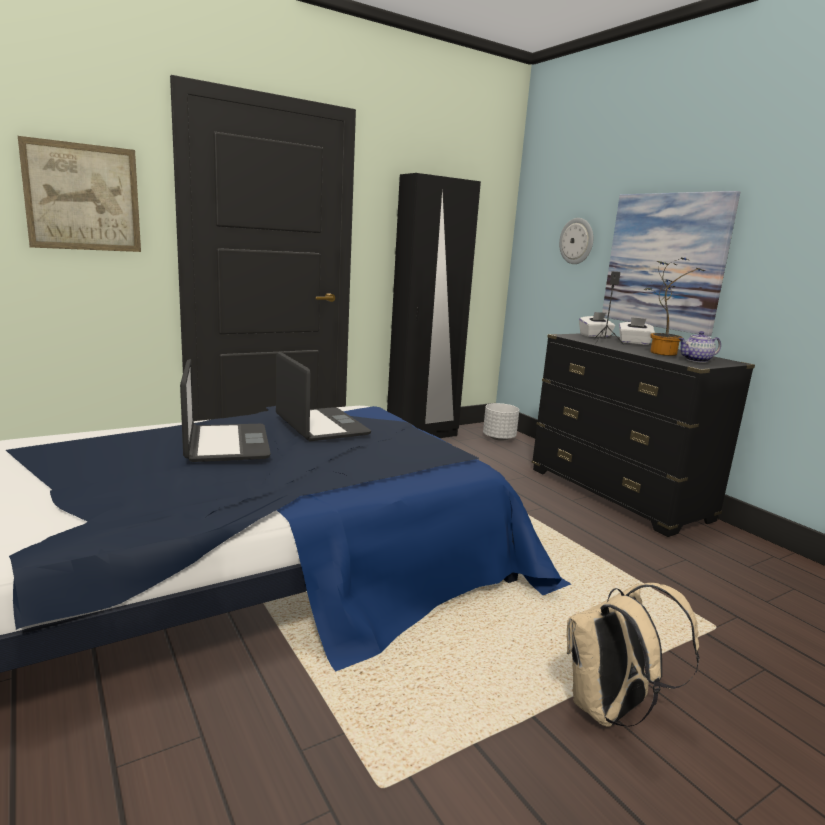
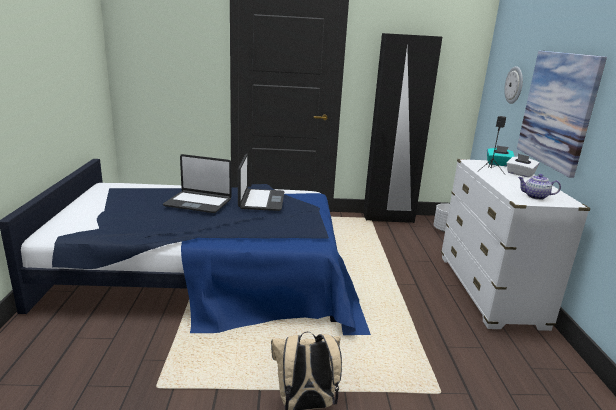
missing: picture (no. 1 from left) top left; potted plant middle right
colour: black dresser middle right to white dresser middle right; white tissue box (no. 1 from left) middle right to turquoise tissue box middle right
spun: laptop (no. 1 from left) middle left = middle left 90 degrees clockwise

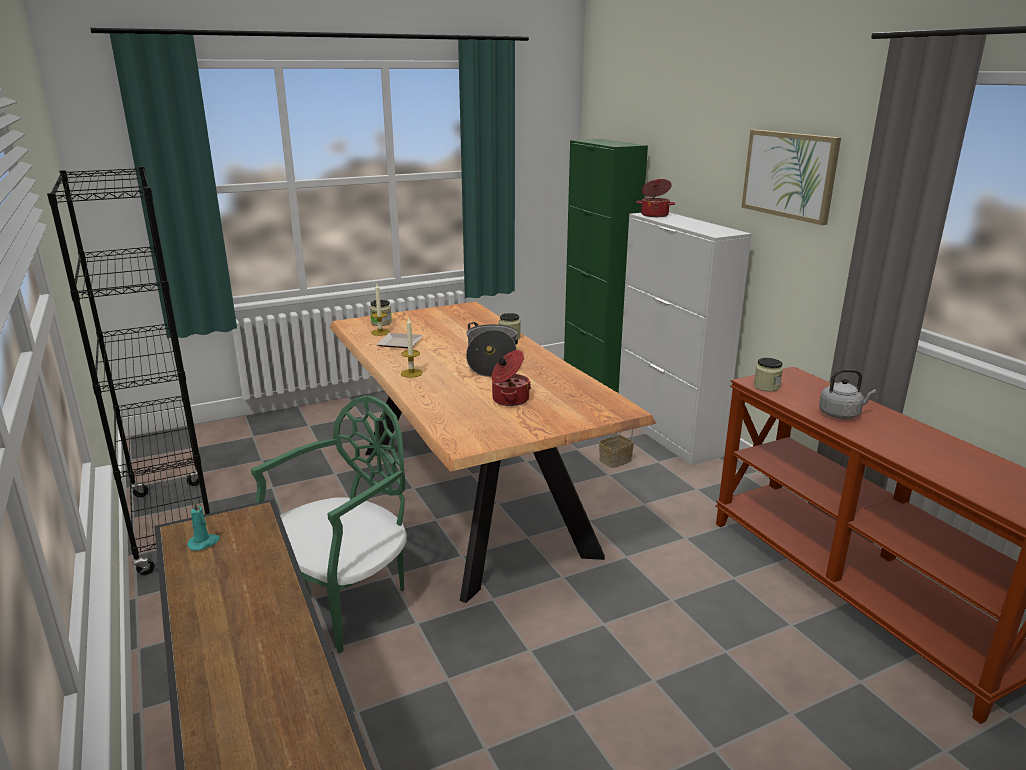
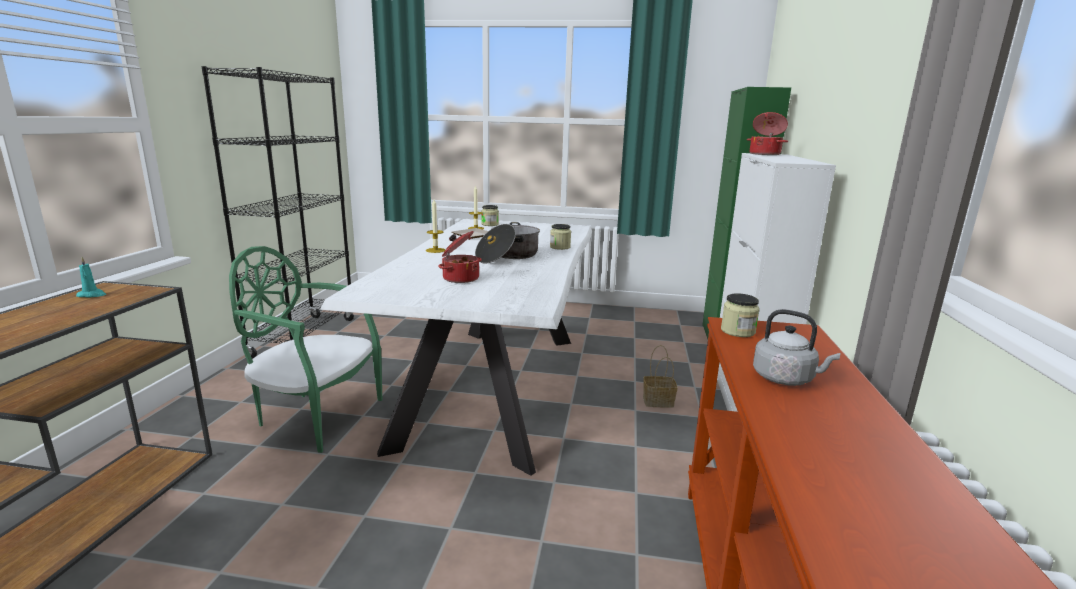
missing: picture top right
colour: brown dining table centre to white dining table centre
spun: green chair bottom left = middle left 150 degrees counterclockwise

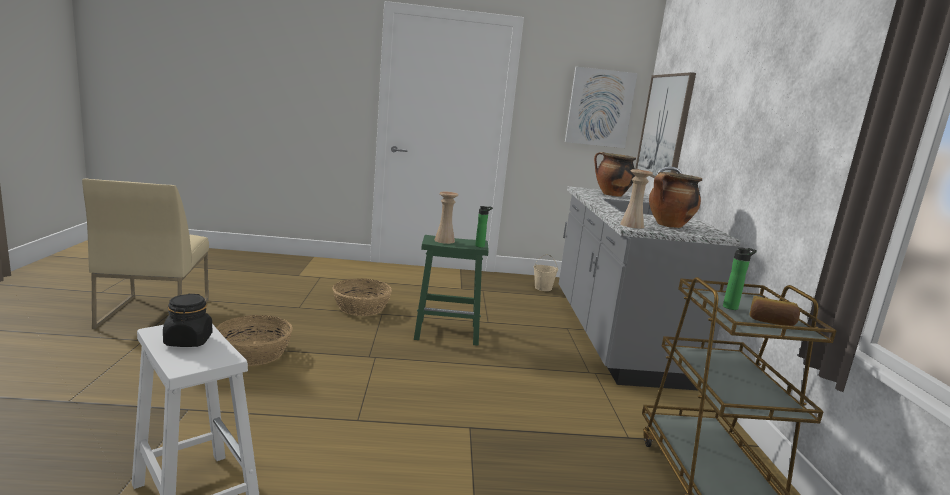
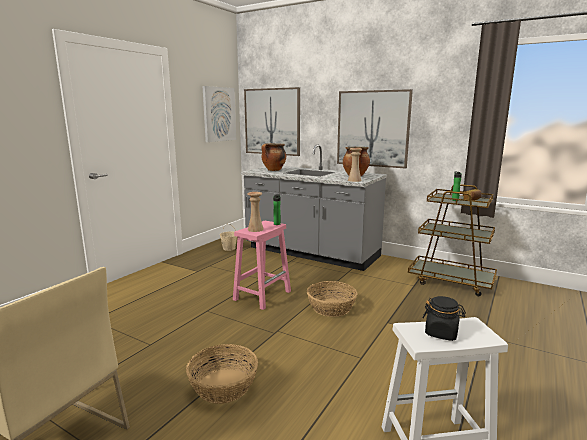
appeared: picture (no. 3 from left) top centre
relocated: basket (no. 2 from left) centre to bottom centre
colour: green stool centre to pink stool centre

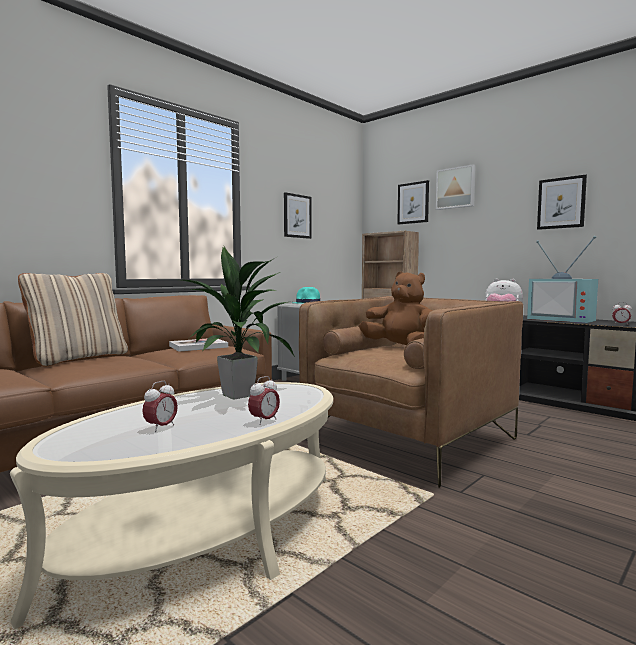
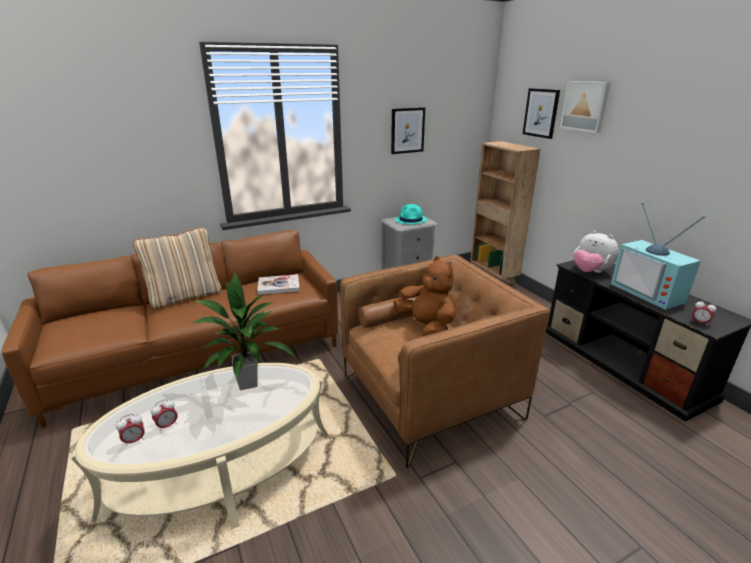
missing: picture (no. 4 from left) top right
relocated: alarm clock (no. 2 from left in the first image) centre to alarm clock (no. 1 from left) bottom left

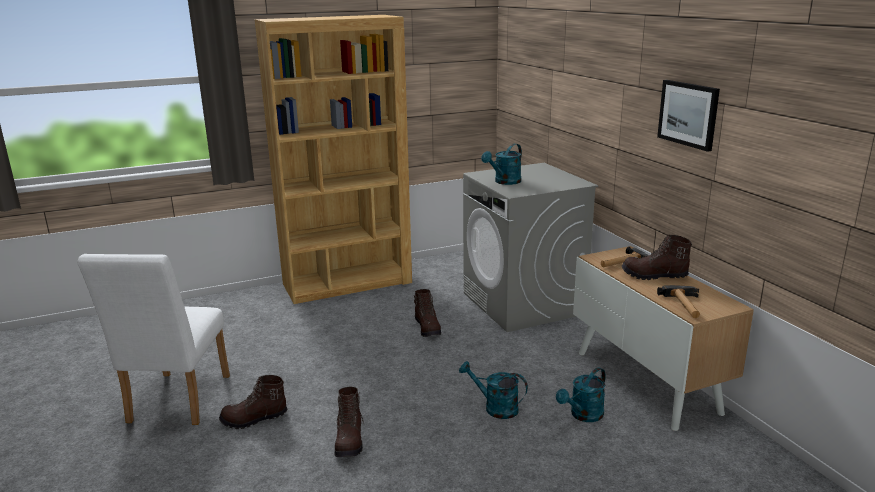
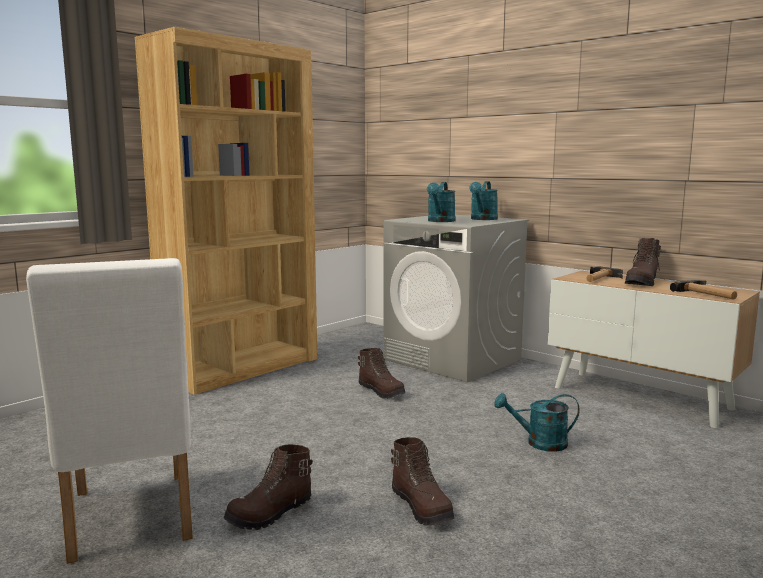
missing: picture top right
relocated: turquoise watering can (no. 3 from left in the first image) bottom centre to turquoise watering can (no. 2 from left) centre
spun: brown boot (no. 4 from left) middle right = middle right 45 degrees counterclockwise

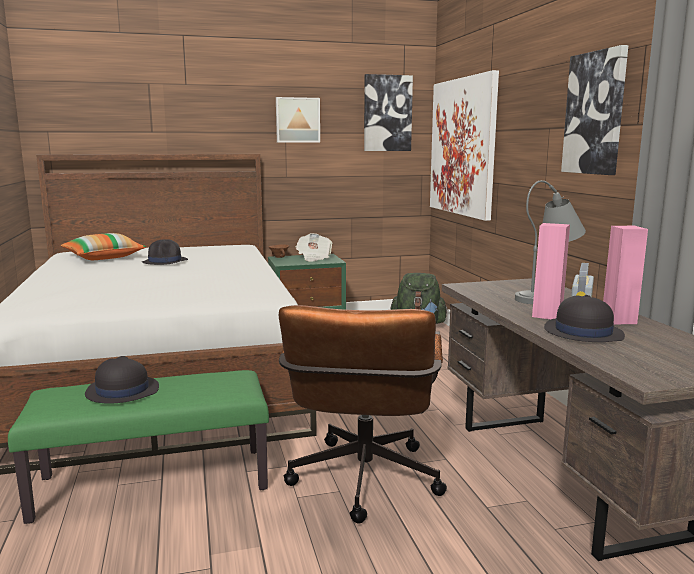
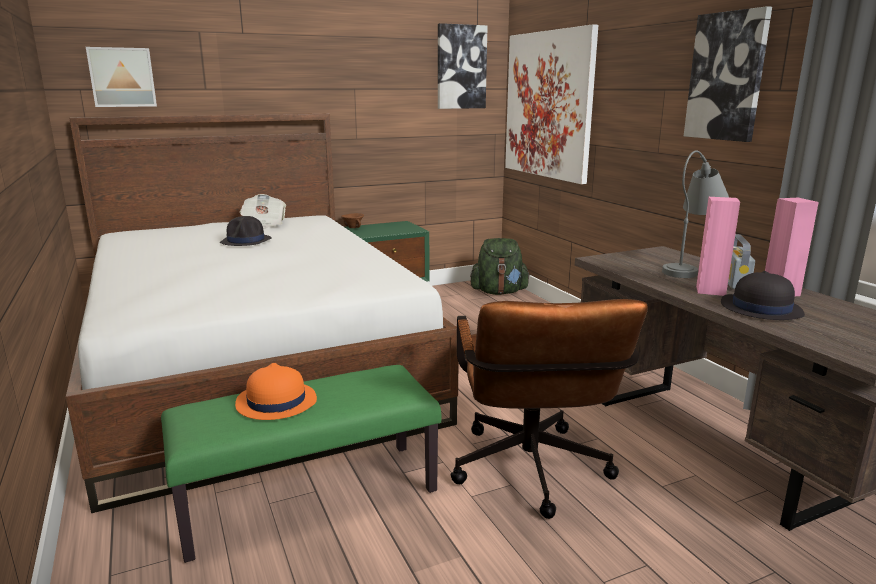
missing: pillow middle left
relocated: picture (no. 1 from left) top centre to top left; newspaper centre to middle left
colour: black hat (no. 1 from left) middle left to orange hat bottom left

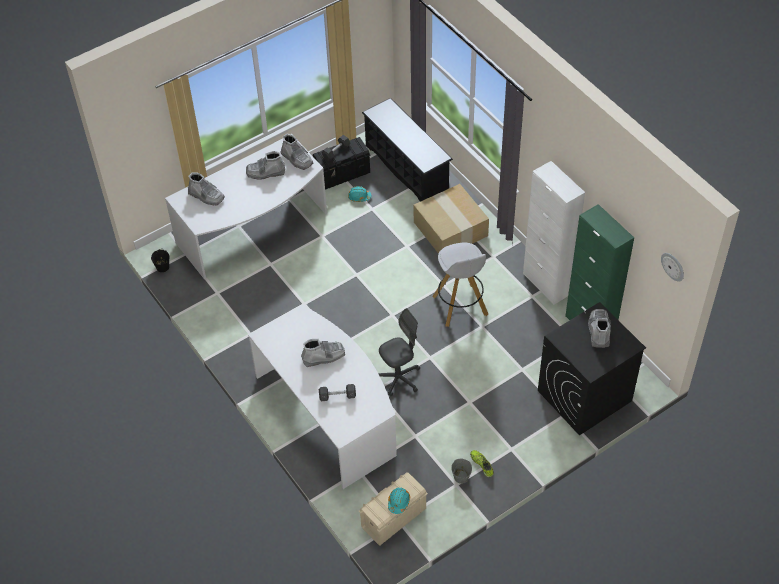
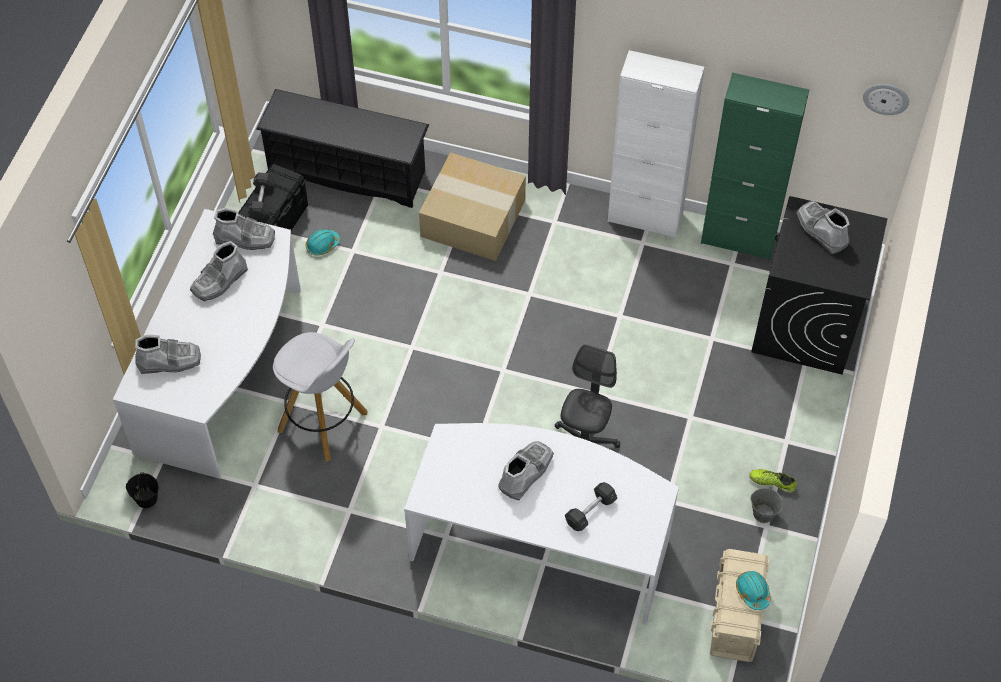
relocated: white stool centre to middle left

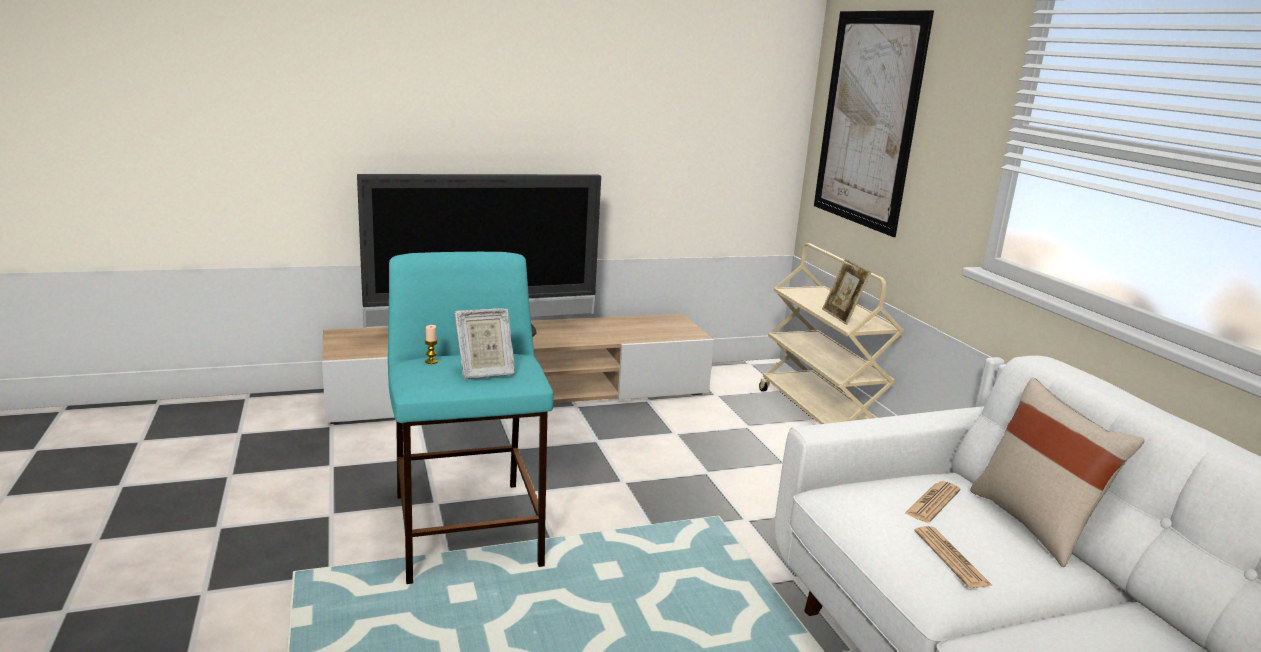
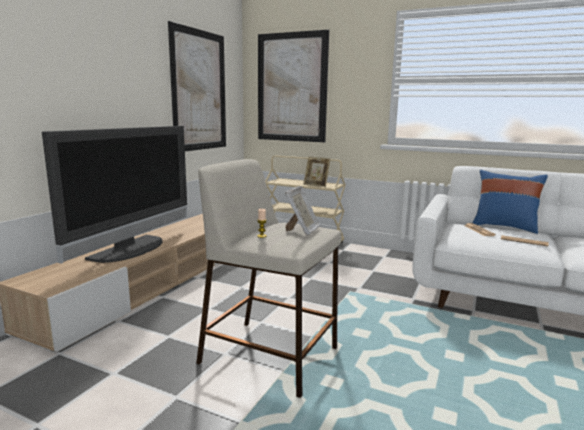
appeared: picture (no. 1 from left) top centre
colour: turquoise stool centre to beige stool centre; beige pillow bottom right to blue pillow middle right

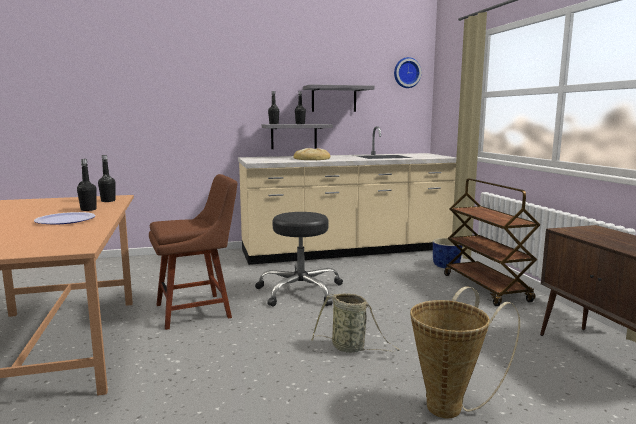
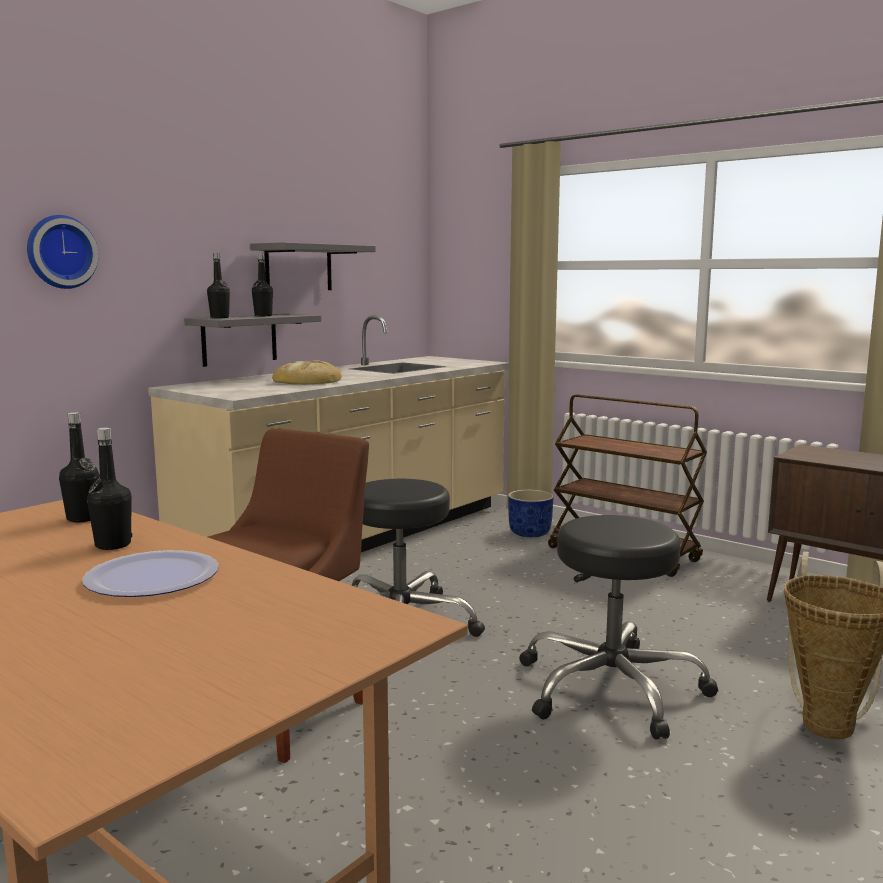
relocated: wall clock top centre to top left
exchanged: basket (no. 1 from left) bottom centre to black stool (no. 2 from left) bottom right

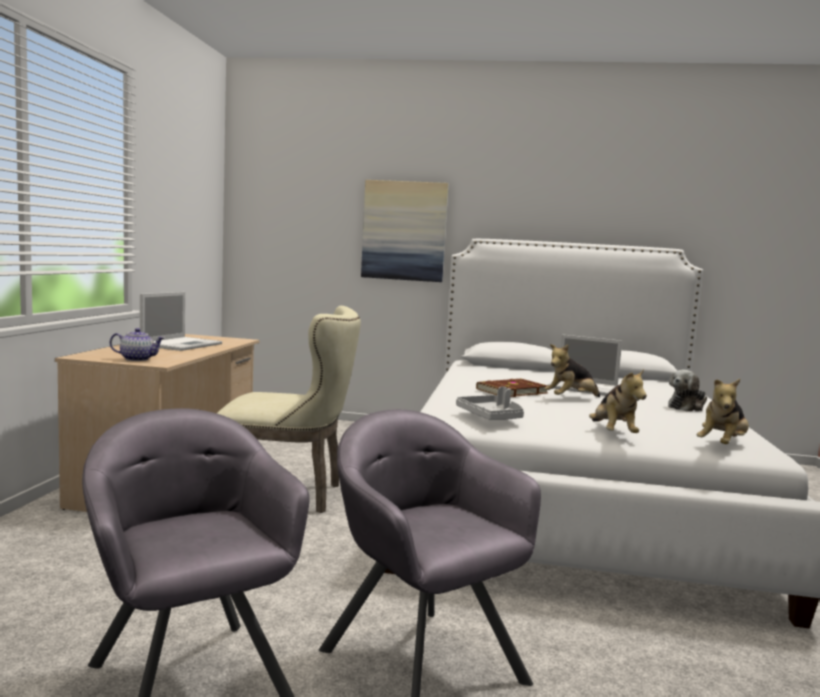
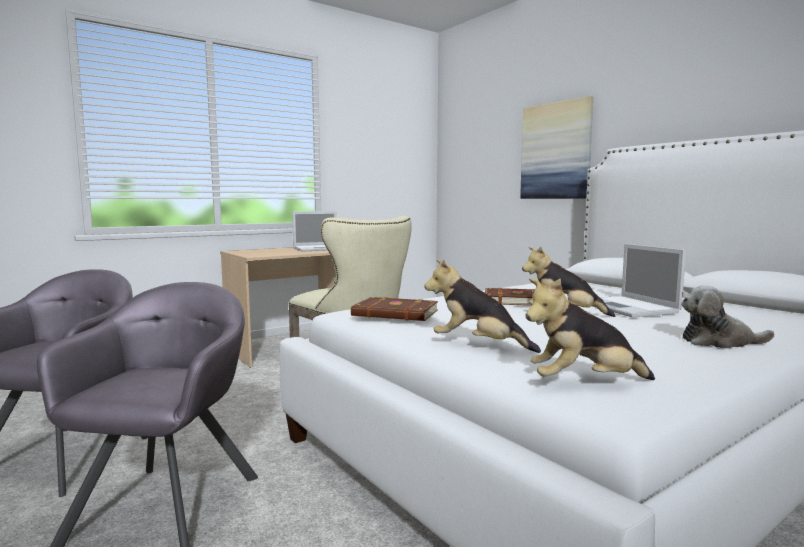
missing: teapot middle left
exchanged: grey tray centre to brown book (no. 1 from left) centre
spun: plush toy (no. 2 from left in the first image) middle right = centre 75 degrees clockwise

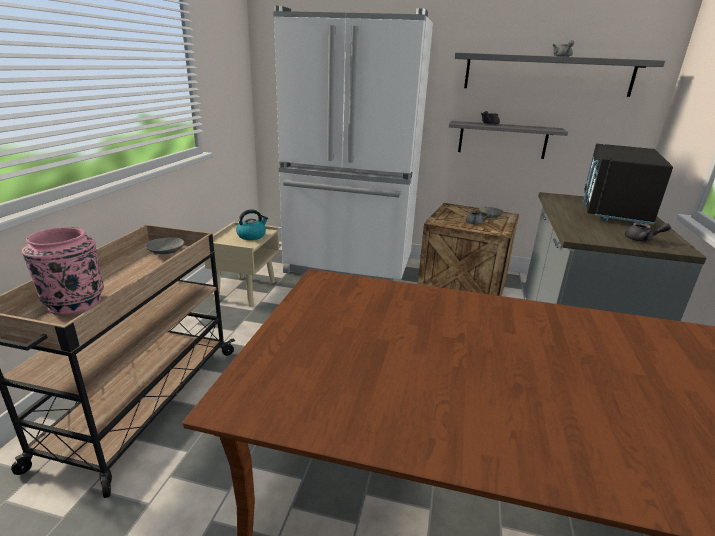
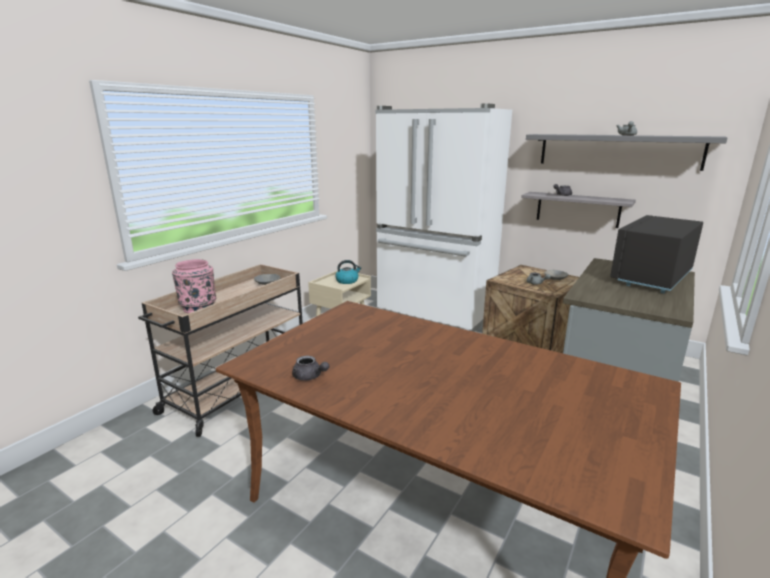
relocated: grey teapot (no. 4 from left in the first image) middle right to grey teapot (no. 1 from left) centre

